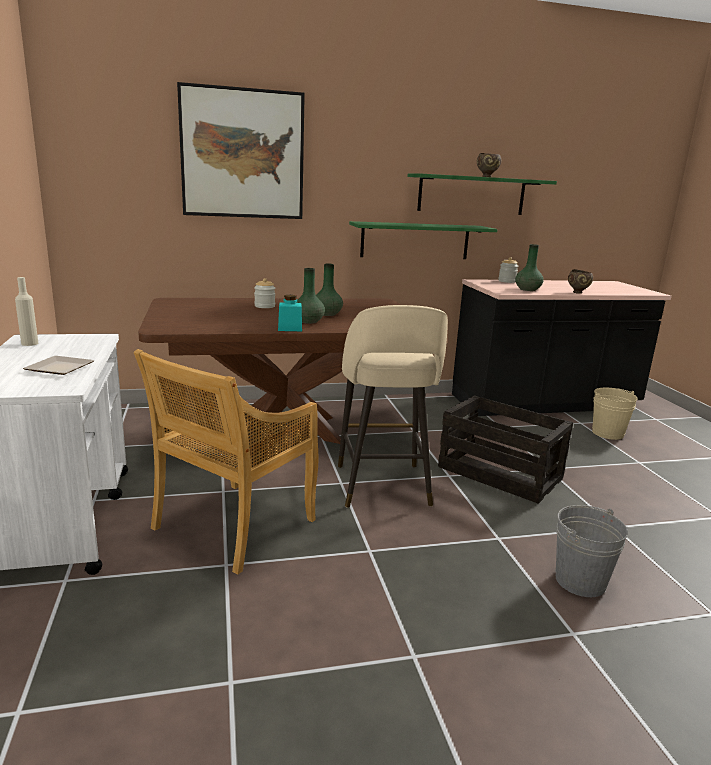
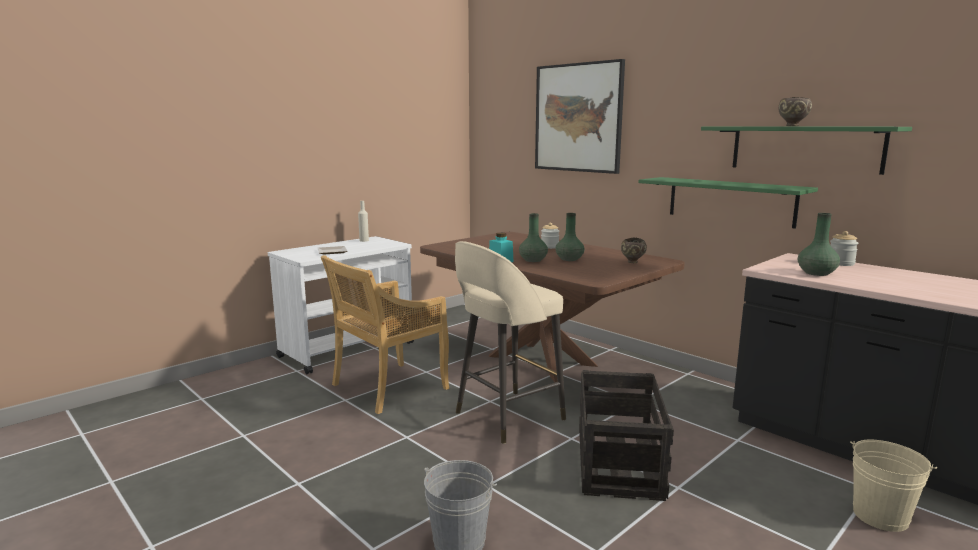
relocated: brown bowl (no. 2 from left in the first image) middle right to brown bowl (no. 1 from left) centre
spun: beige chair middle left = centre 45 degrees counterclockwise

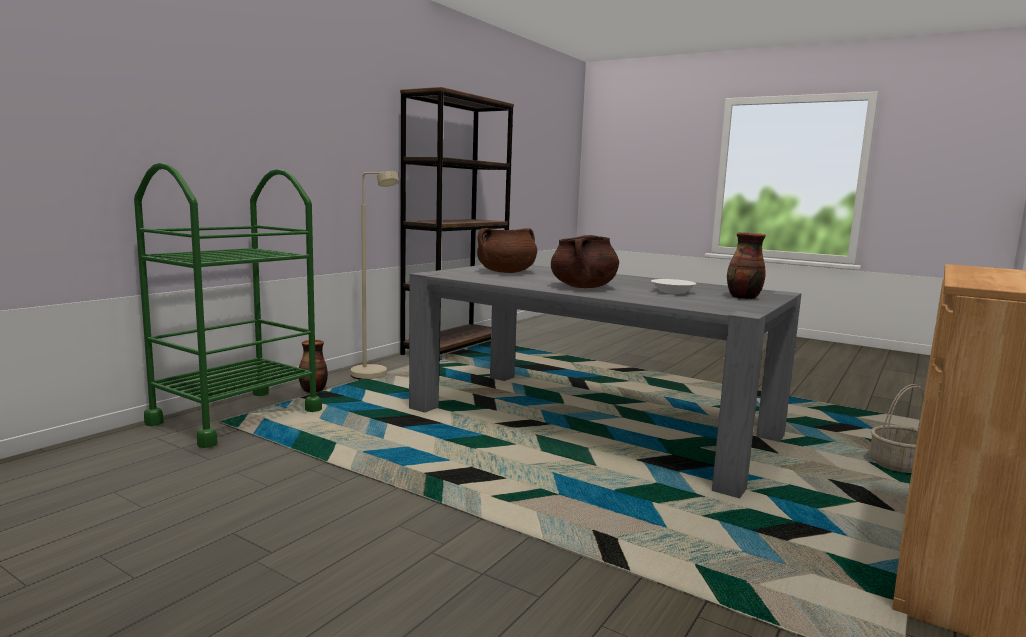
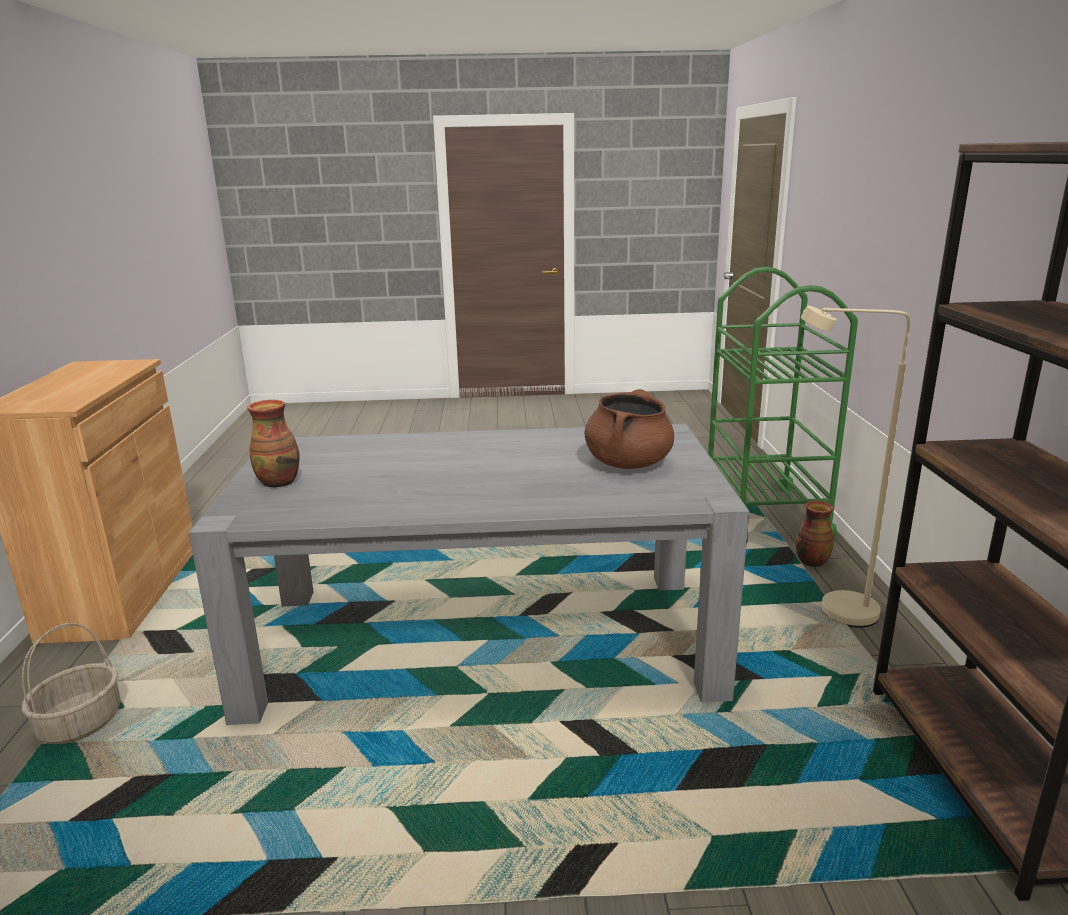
missing: brown cooking pot (no. 2 from left) centre; white bowl centre

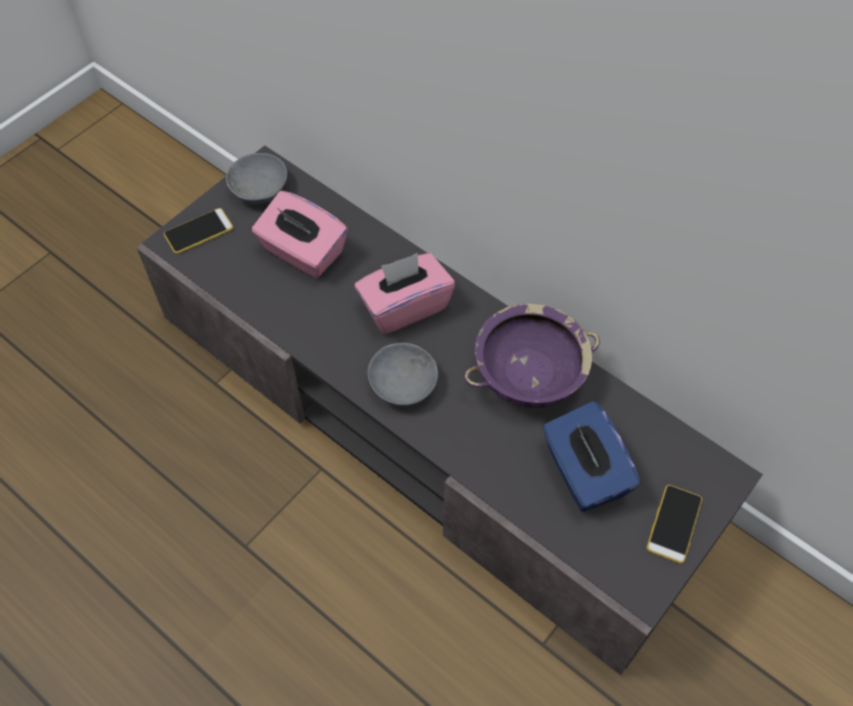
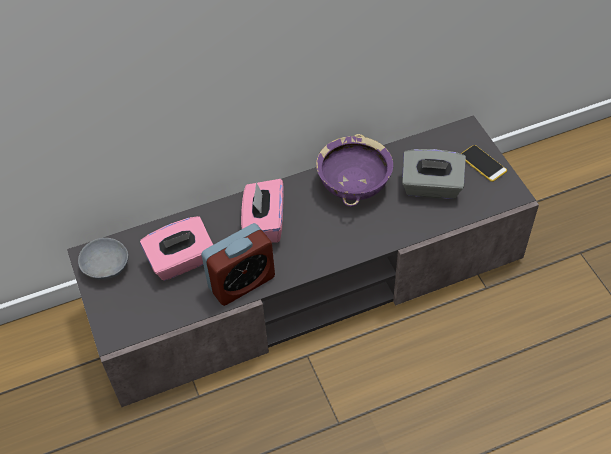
missing: phone (no. 1 from left) top left; grey bowl (no. 2 from left) centre
appeared: alarm clock centre
colour: blue tissue box middle right to grey tissue box middle right

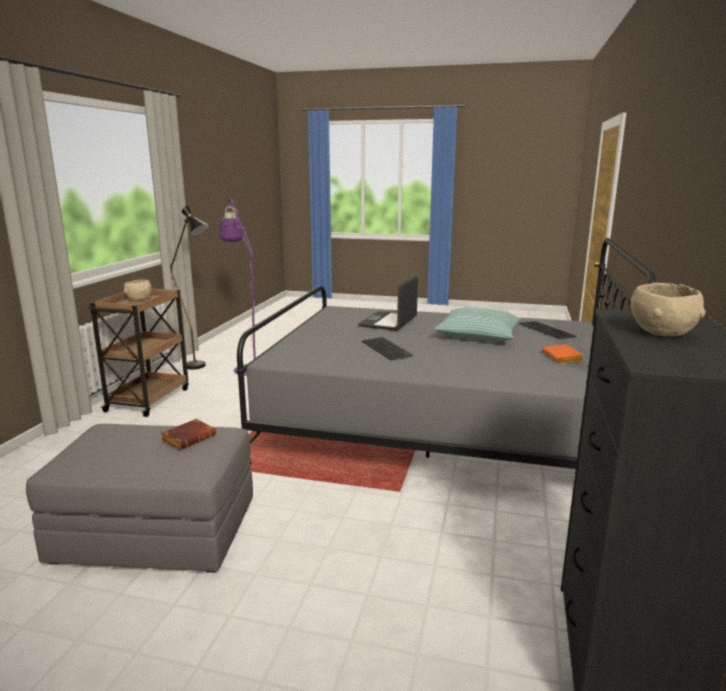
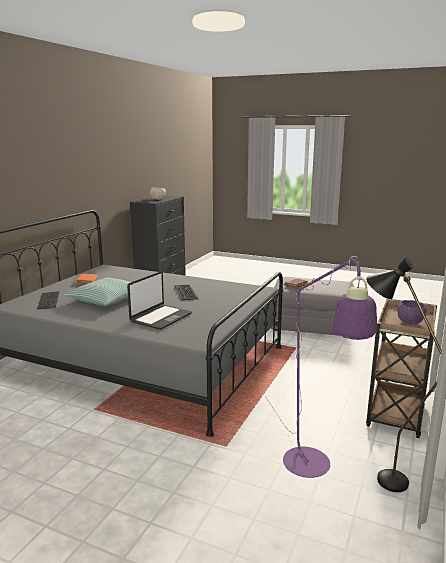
colour: beige bowl (no. 1 from left) middle left to purple bowl middle right

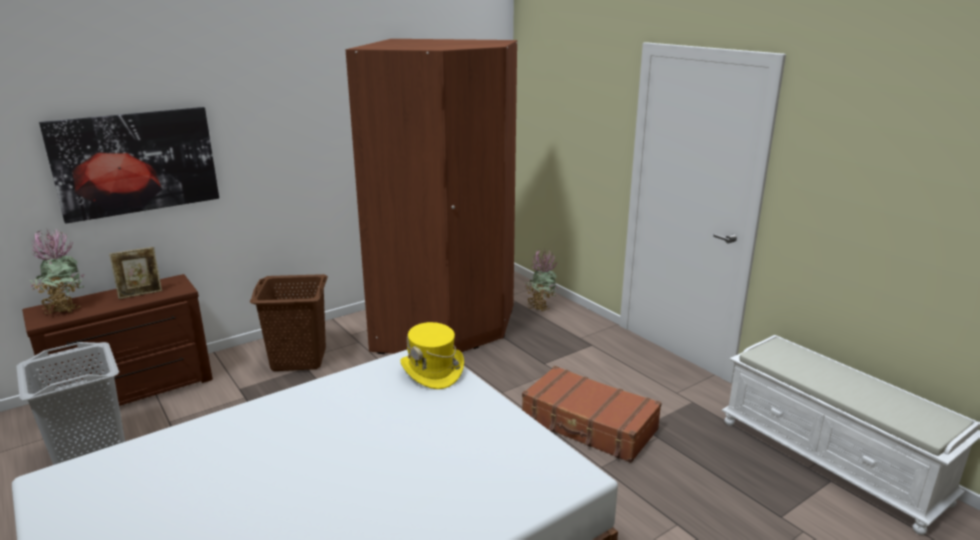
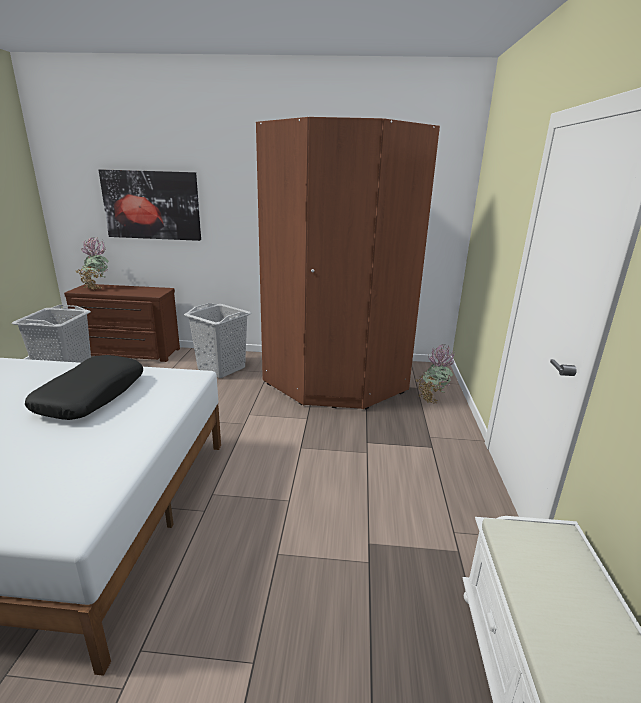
missing: picture frame middle left; yellow hat centre; brown suitcase bottom centre
appeared: black pillow middle left
colour: brown laundry basket middle left to grey laundry basket (no. 2 from left) centre

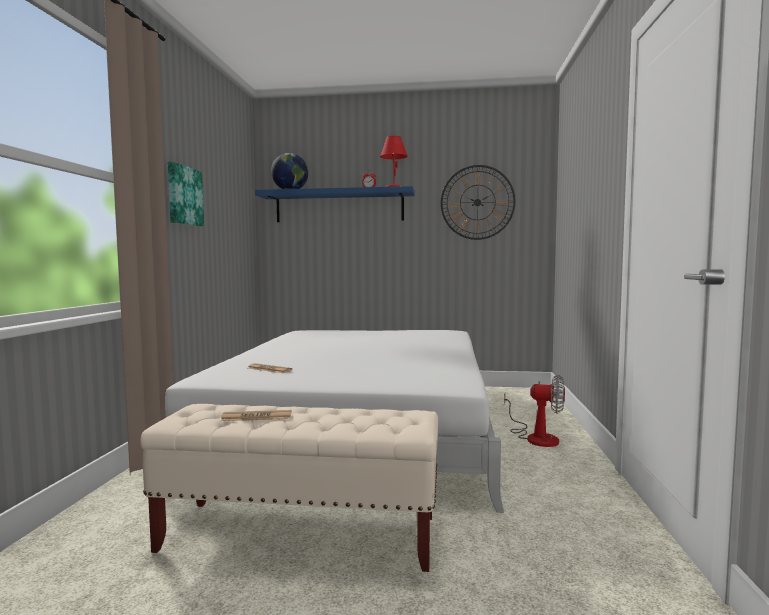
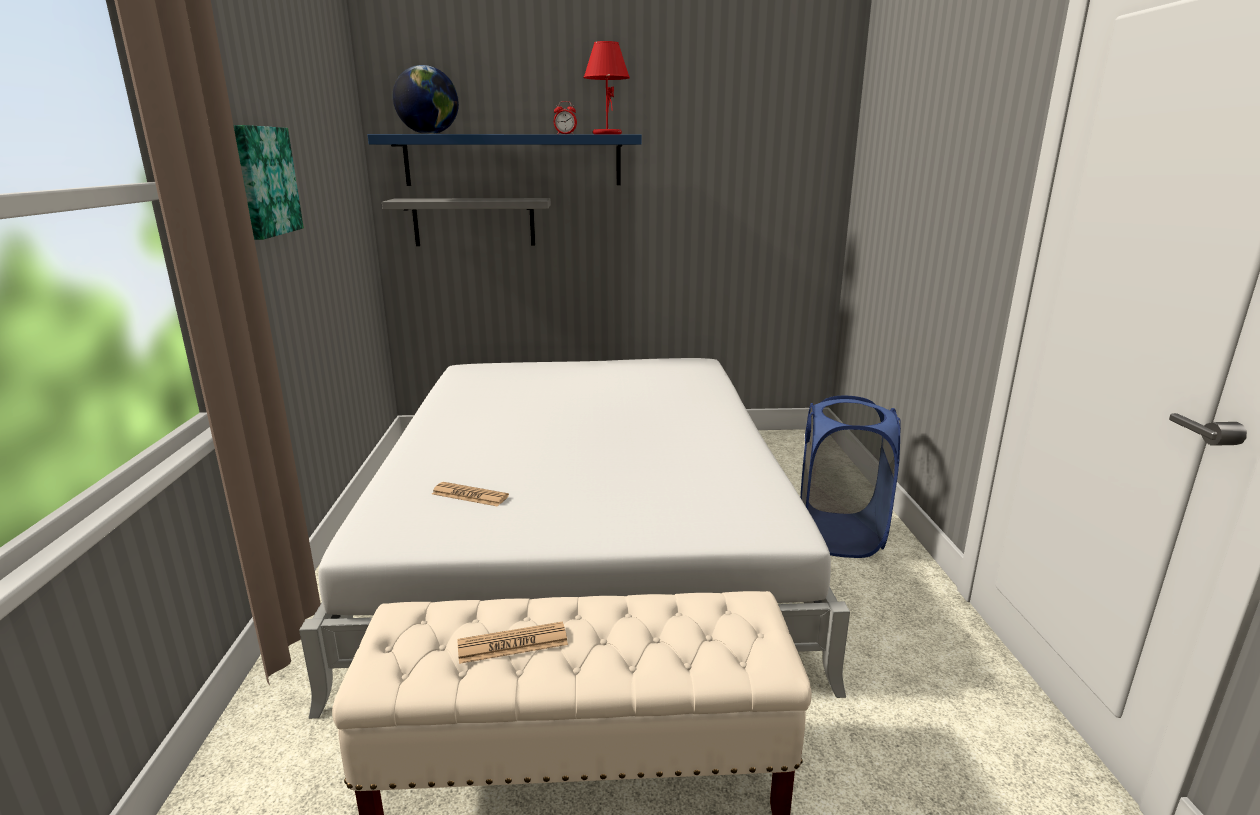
missing: wall clock top centre
appeared: grey shelf top centre
exchanged: fan bottom right to blue laundry basket middle right

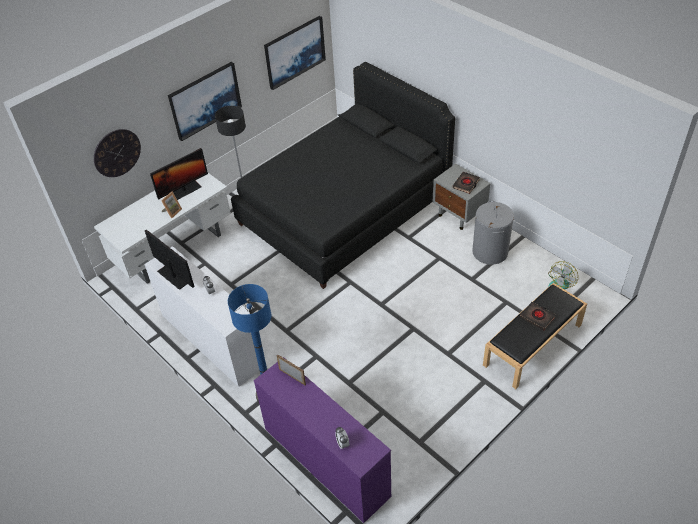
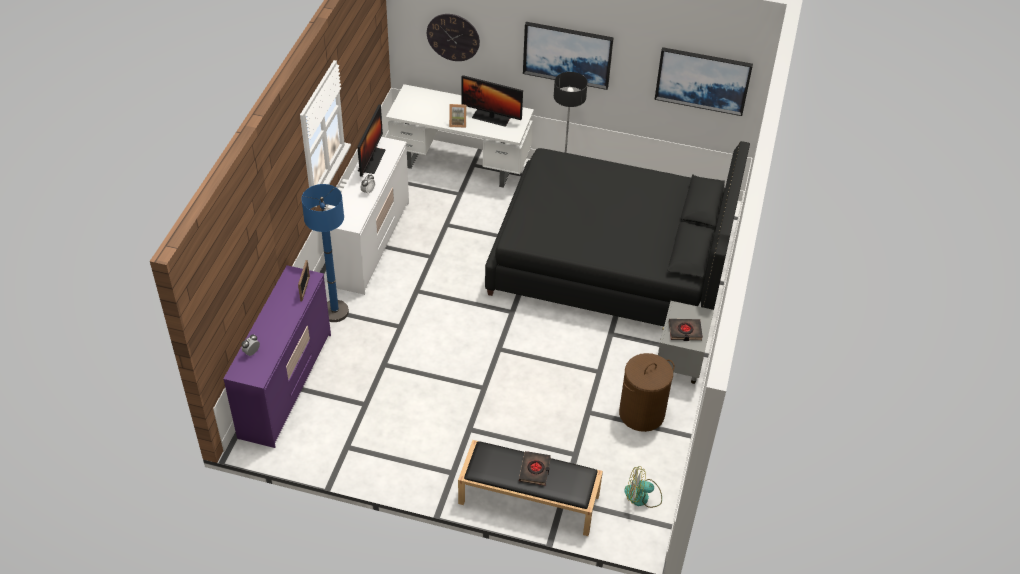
colour: grey laundry basket middle right to brown laundry basket bottom centre

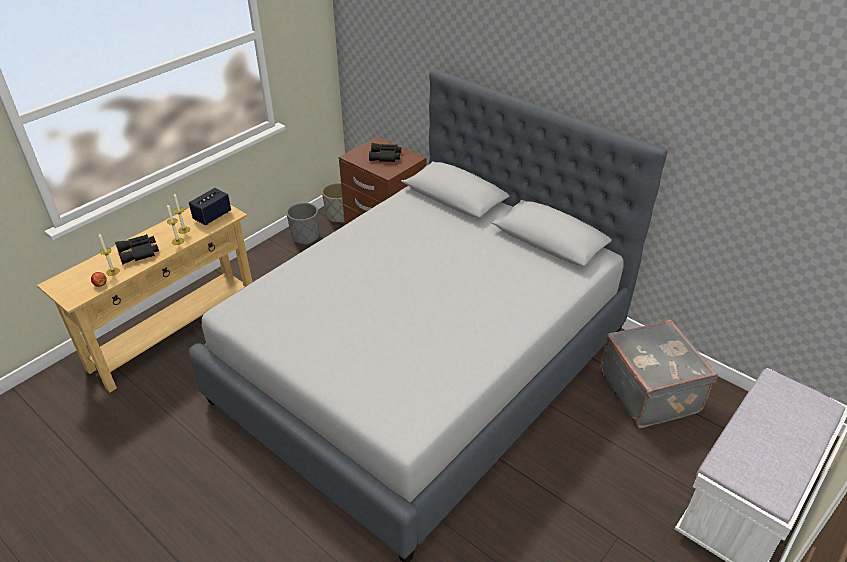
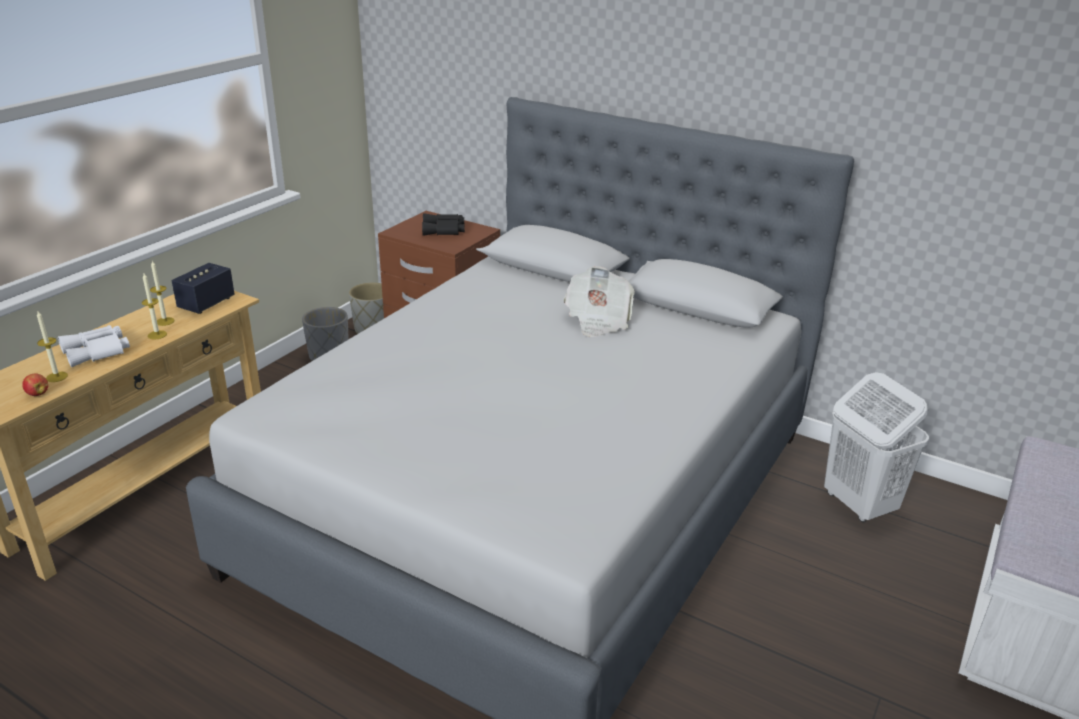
appeared: newspaper centre
exchanged: grey suitcase middle right to white laundry basket middle right
colour: black binoculars (no. 1 from left) middle left to white binoculars middle left

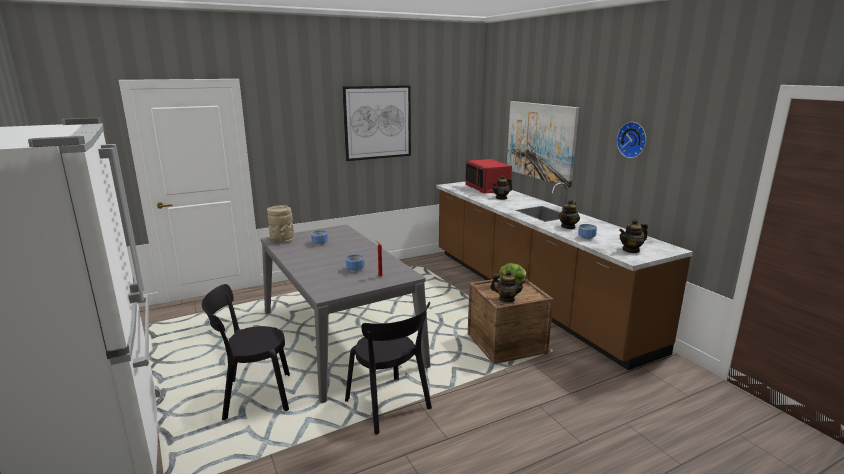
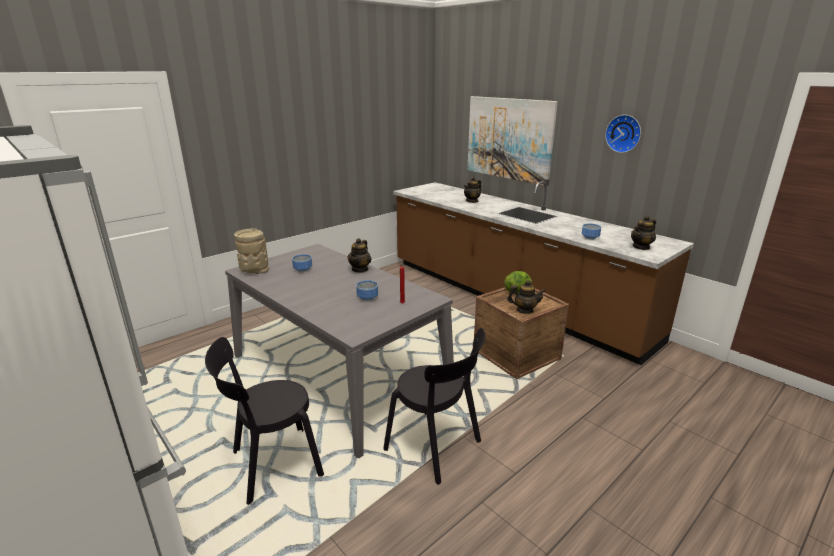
missing: picture (no. 1 from left) top centre; red microwave centre
relocated: teapot (no. 3 from left in the first image) middle right to teapot (no. 1 from left) centre

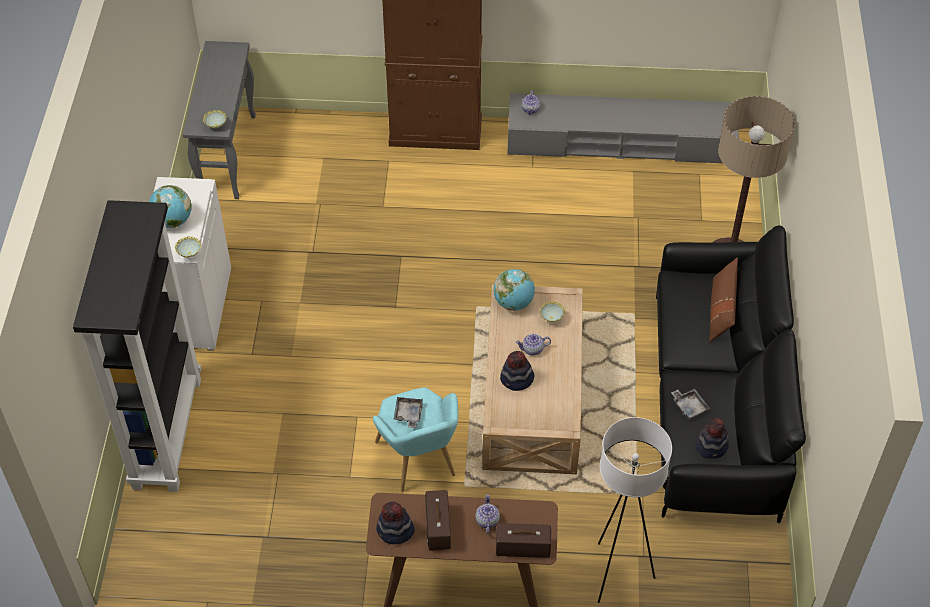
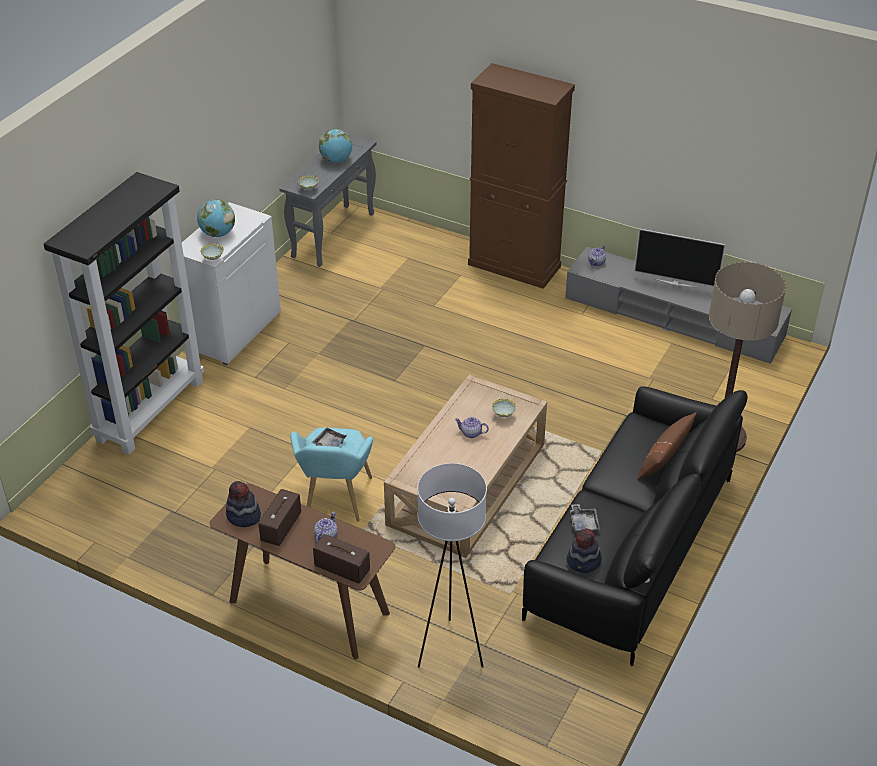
missing: hat (no. 2 from left) centre
appeared: television middle right
relocated: globe (no. 2 from left) centre to top centre

